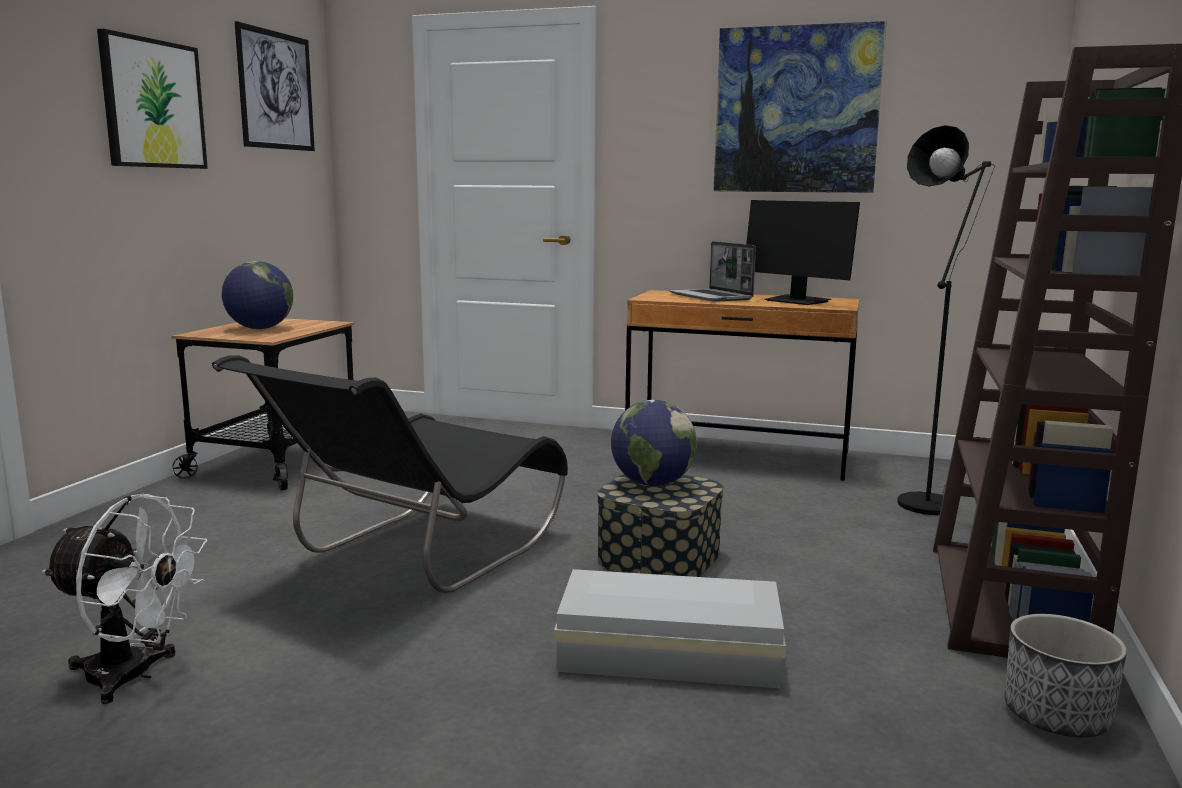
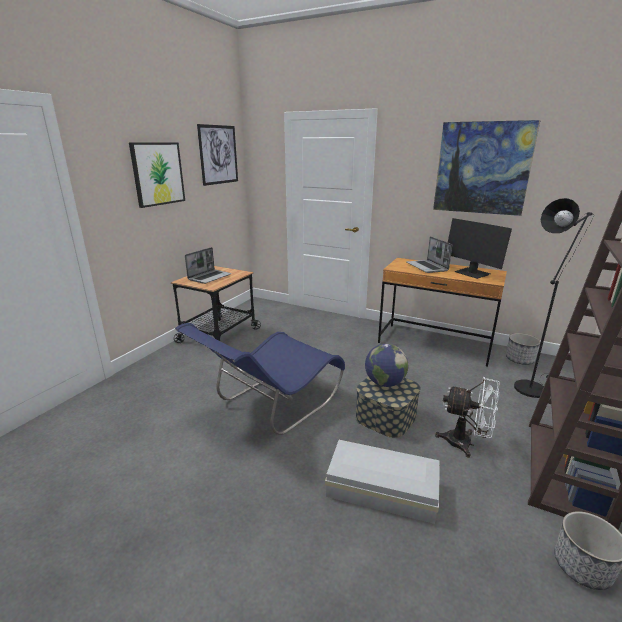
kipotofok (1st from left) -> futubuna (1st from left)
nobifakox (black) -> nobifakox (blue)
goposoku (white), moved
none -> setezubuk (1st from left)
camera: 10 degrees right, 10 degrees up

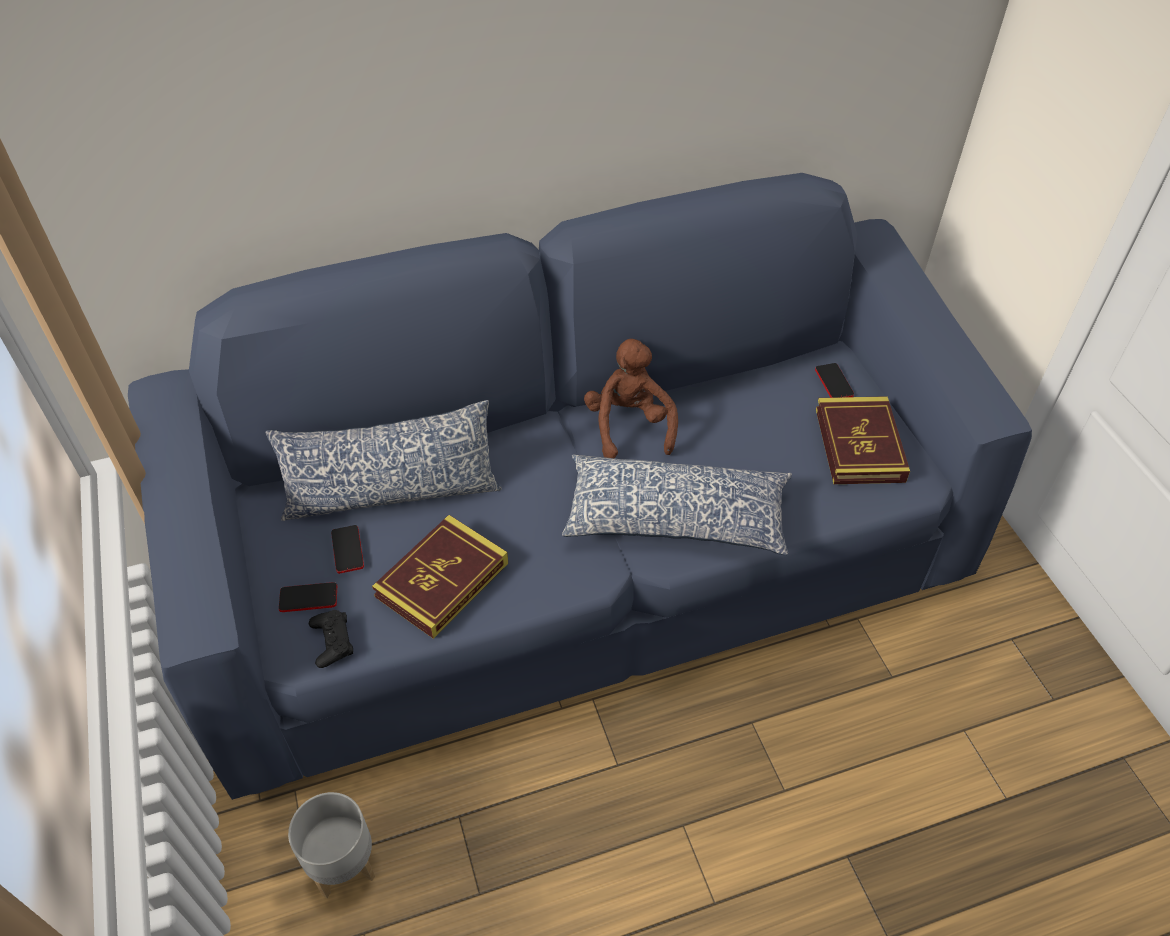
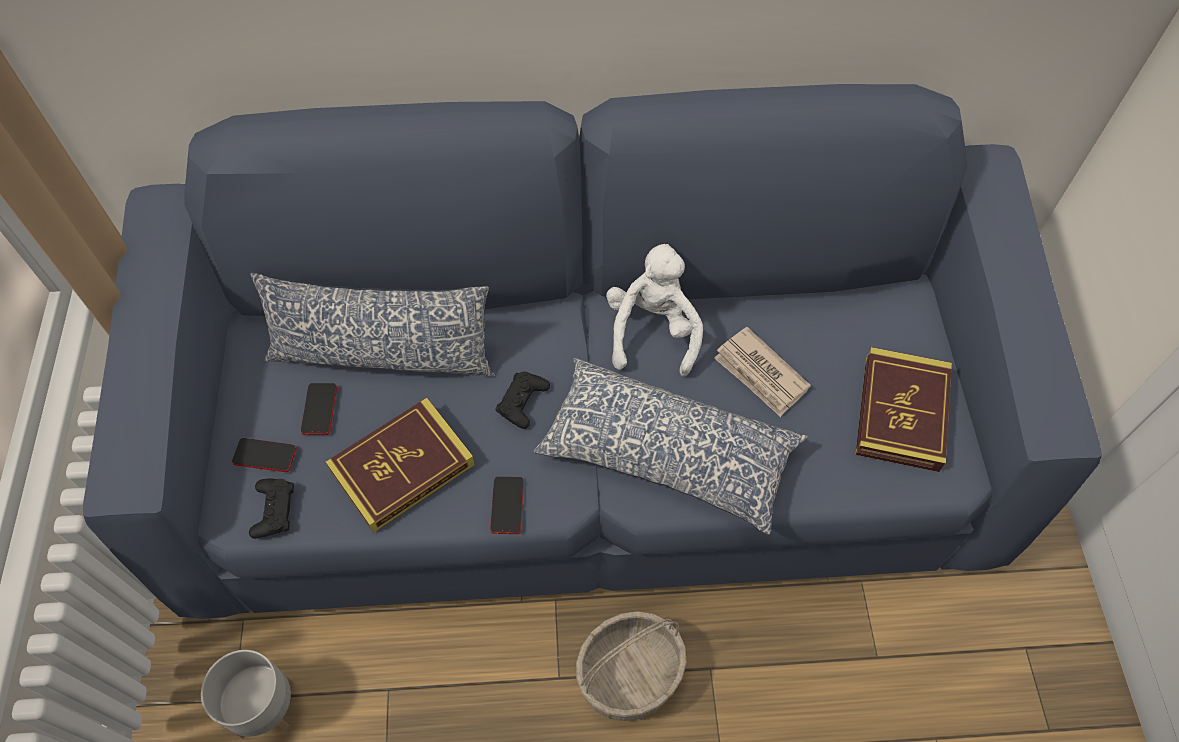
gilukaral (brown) -> gilukaral (white)
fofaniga (3rd from left), moved
none -> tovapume
none -> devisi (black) (2nd from left)
none -> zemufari
camera: 15 degrees right, 10 degrees up

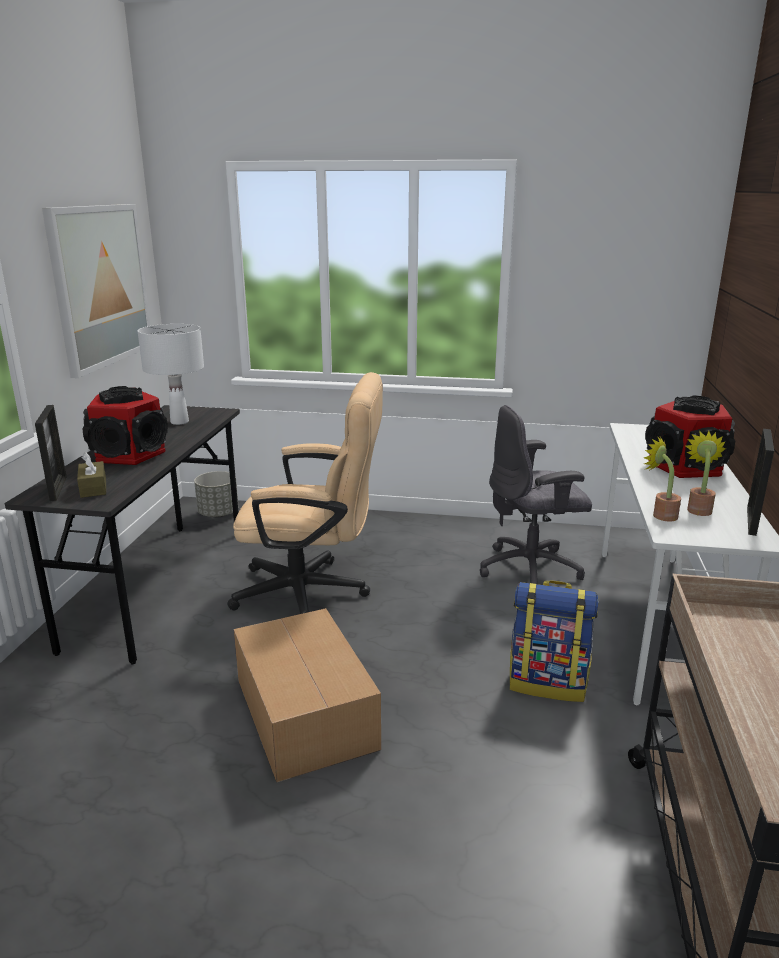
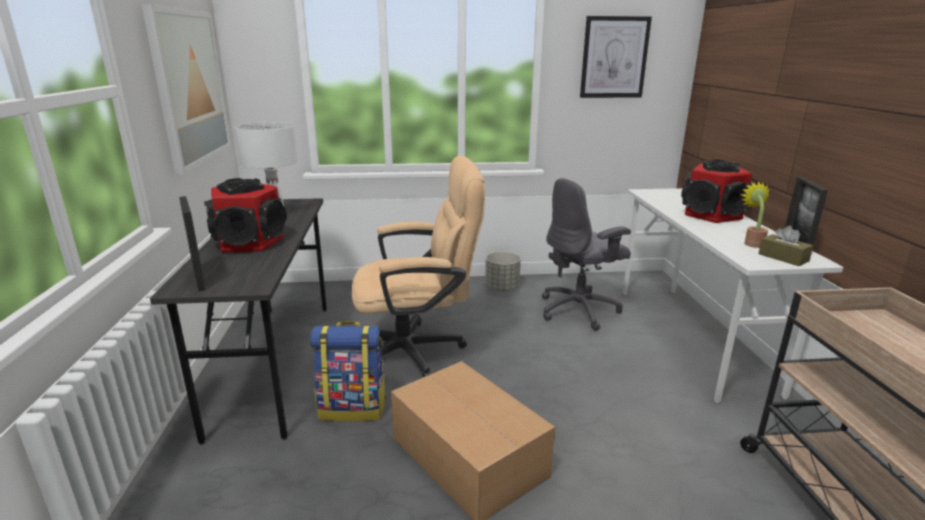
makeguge (1st from left) -> none
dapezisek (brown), moved
setezubuk (grey), moved
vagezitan, moved
none -> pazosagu (2nd from left)
camera: 15 degrees left, 0 degrees up

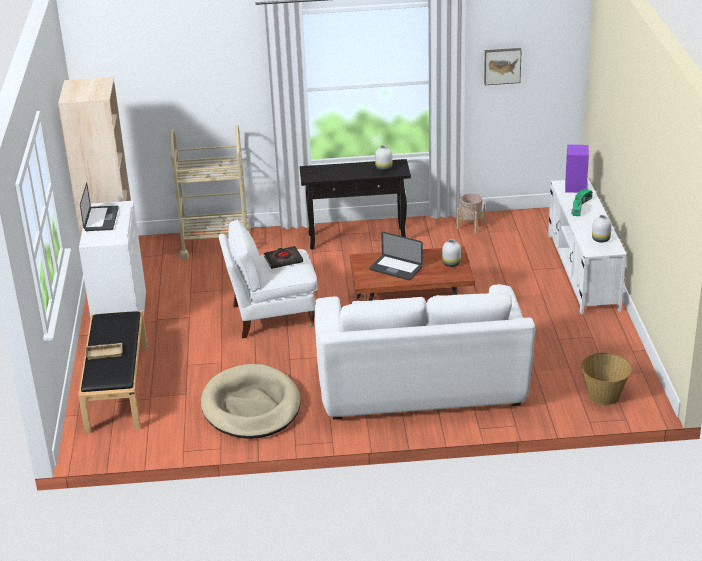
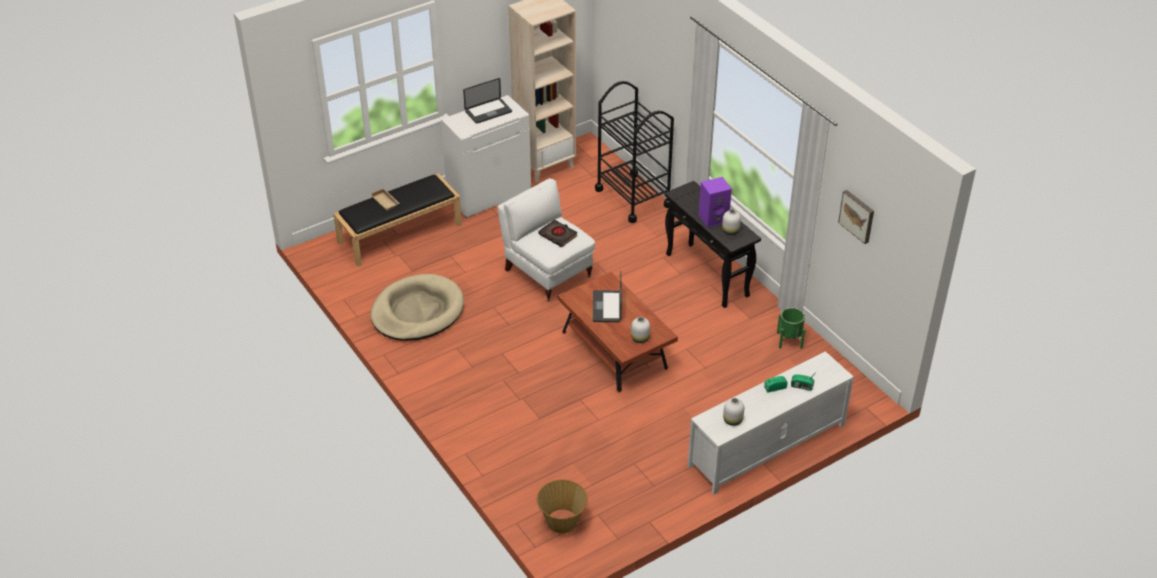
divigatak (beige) -> divigatak (black)
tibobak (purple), moved
setezubuk (beige) -> setezubuk (green)
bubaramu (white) -> none
camera: 60 degrees right, 10 degrees up

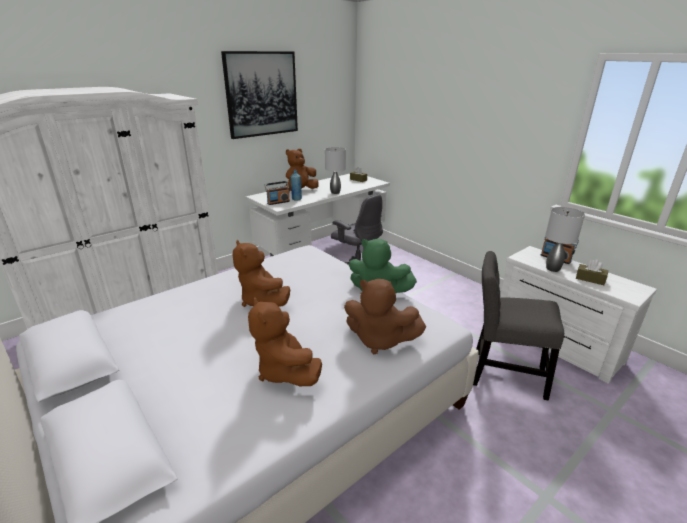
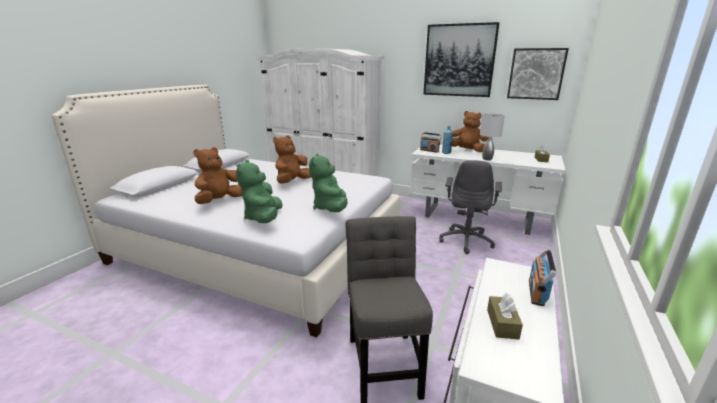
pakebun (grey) (2nd from left) -> none
gilukaral (brown) (4th from left) -> gilukaral (green) (1st from left)
none -> pazosagu (2nd from left)
camera: 65 degrees right, 5 degrees down

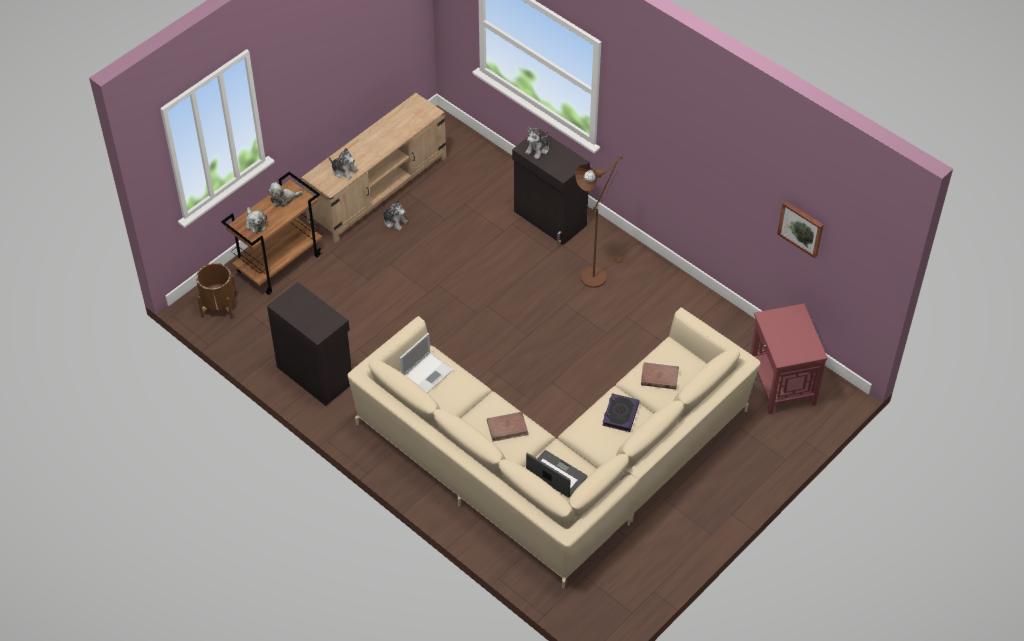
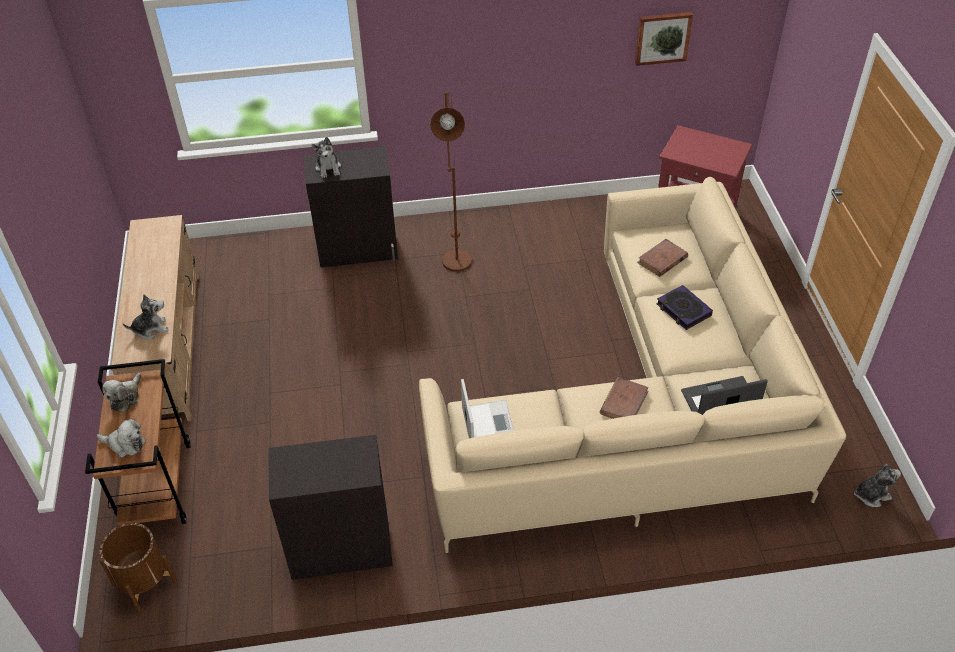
gilukaral (4th from left in the first image) -> gilukaral (5th from left), moved
camera: 50 degrees left, 5 degrees down

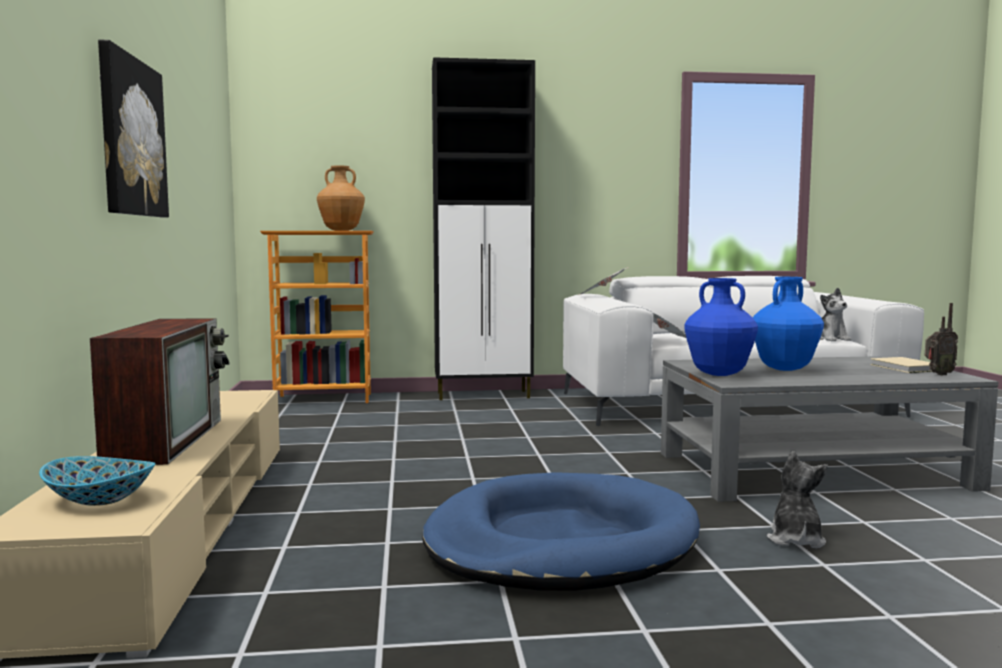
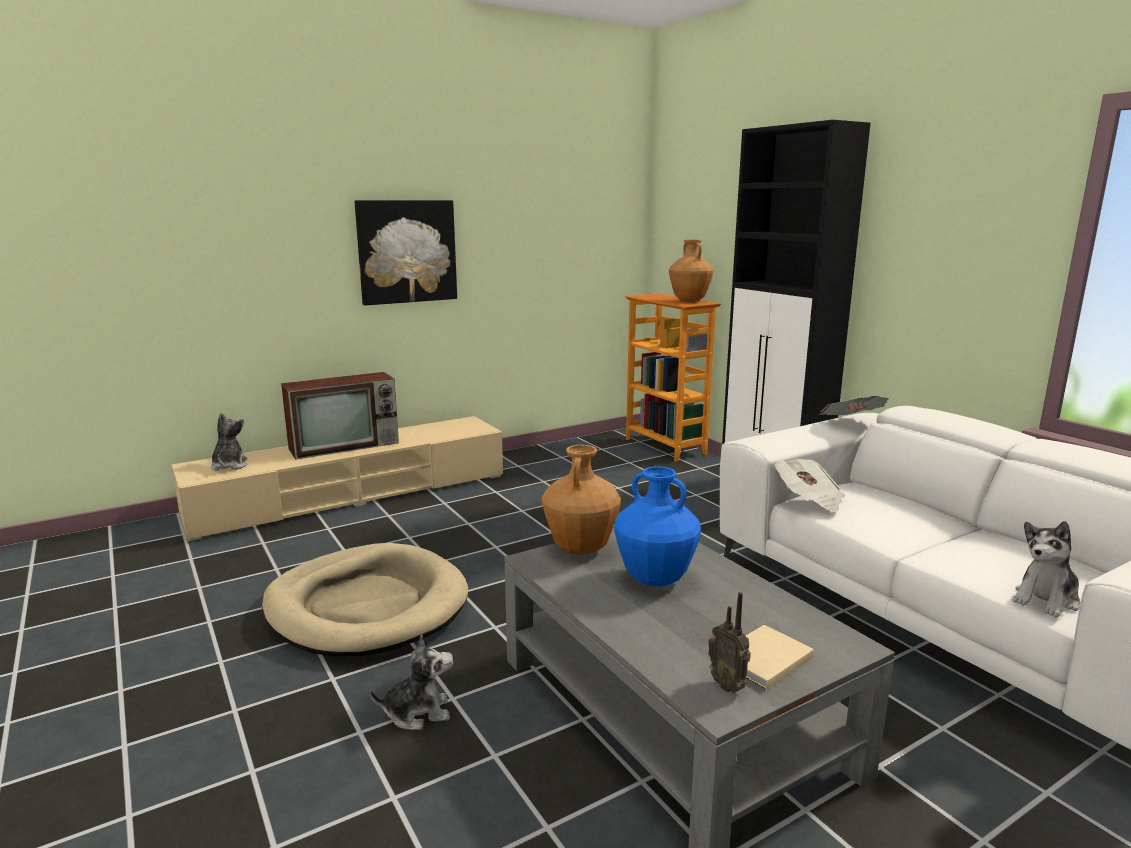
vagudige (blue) (1st from left) -> vagudige (brown) (1st from left)
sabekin -> gilukaral (1st from left)
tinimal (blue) -> tinimal (beige)
camera: 65 degrees right, 10 degrees up

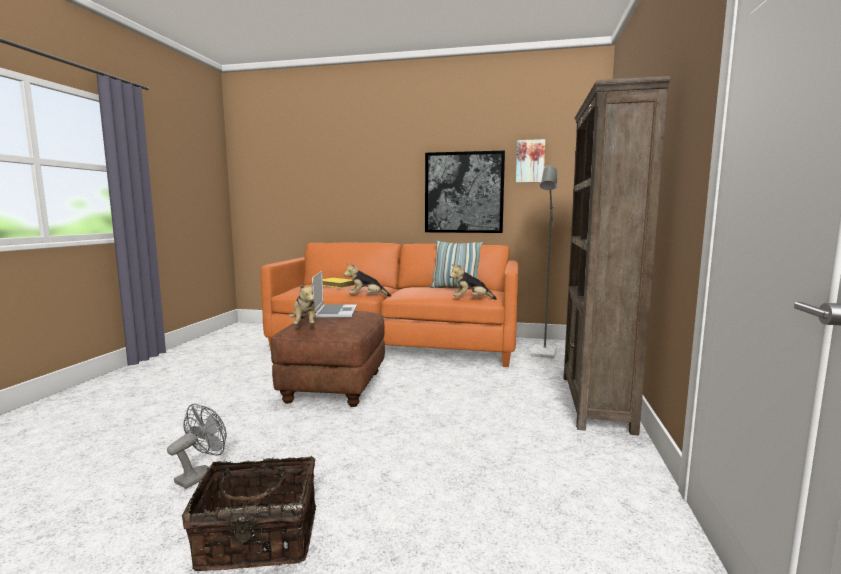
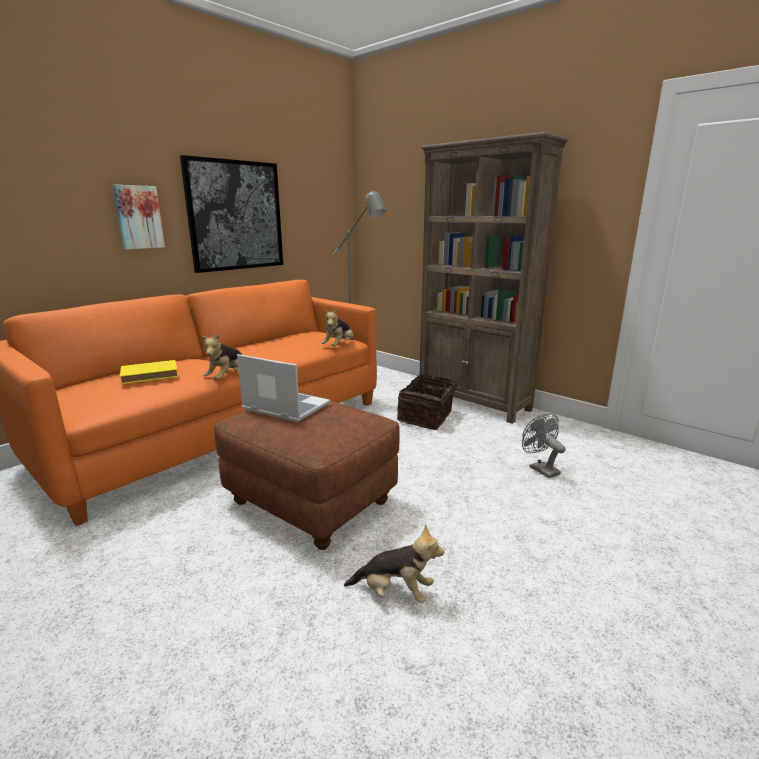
pazosagu (2nd from left in the first image) -> pazosagu (1st from left), moved
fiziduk -> none
gilukaral (1st from left in the first image) -> gilukaral (3rd from left), moved
goposoku (grey), moved
zemufari, moved
camera: 60 degrees left, 10 degrees up

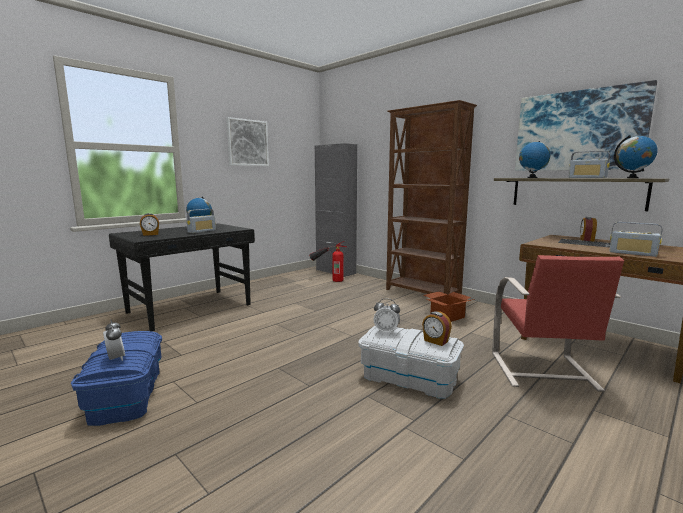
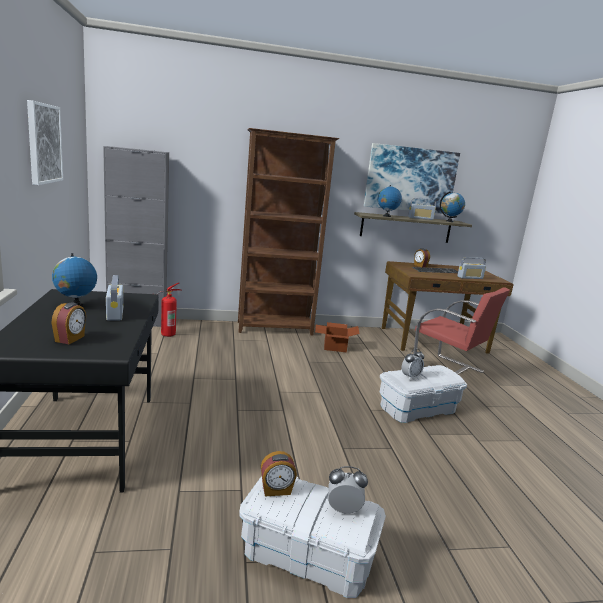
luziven (4th from left in the first image) -> luziven (2nd from left), moved
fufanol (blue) -> fufanol (white) (1st from left)
camera: 55 degrees left, 5 degrees up

